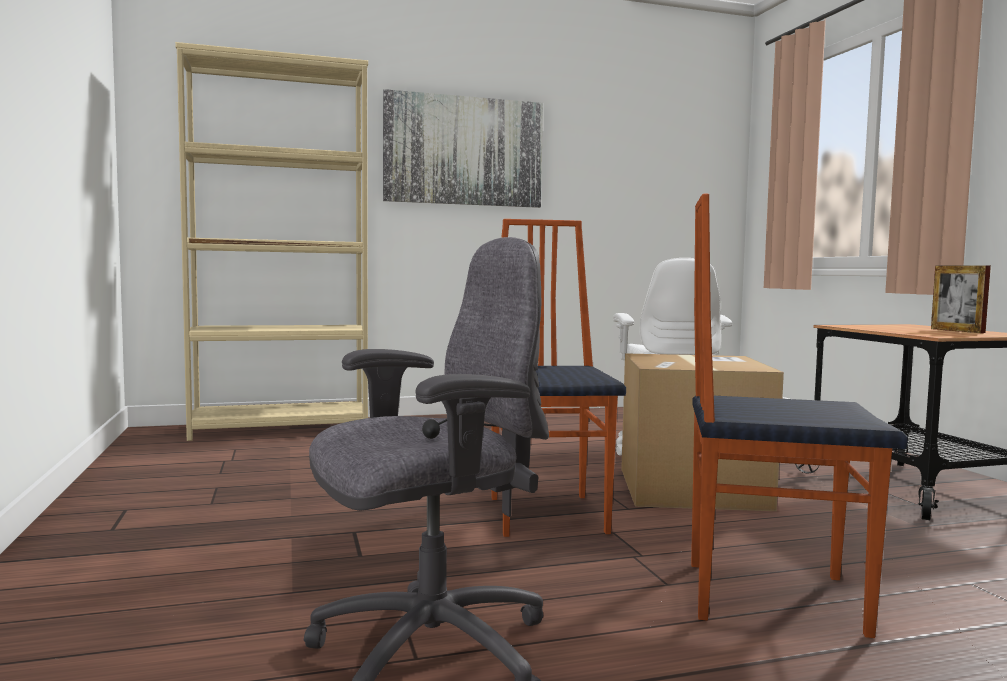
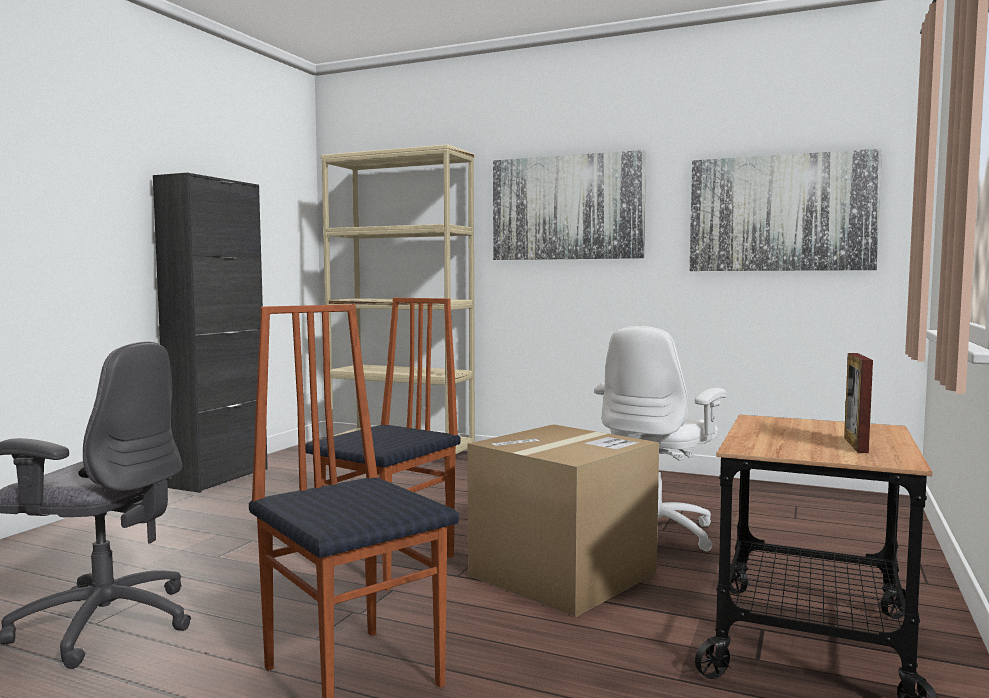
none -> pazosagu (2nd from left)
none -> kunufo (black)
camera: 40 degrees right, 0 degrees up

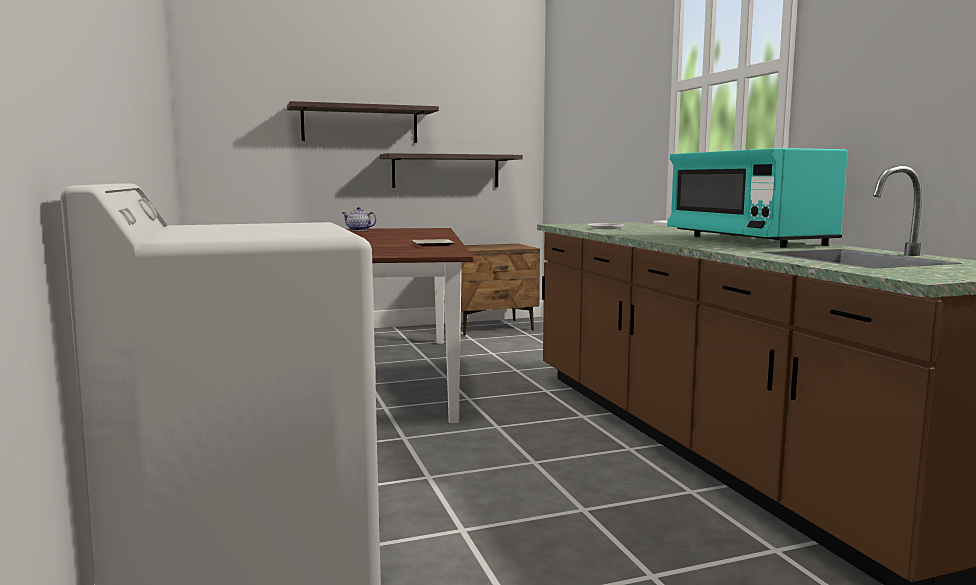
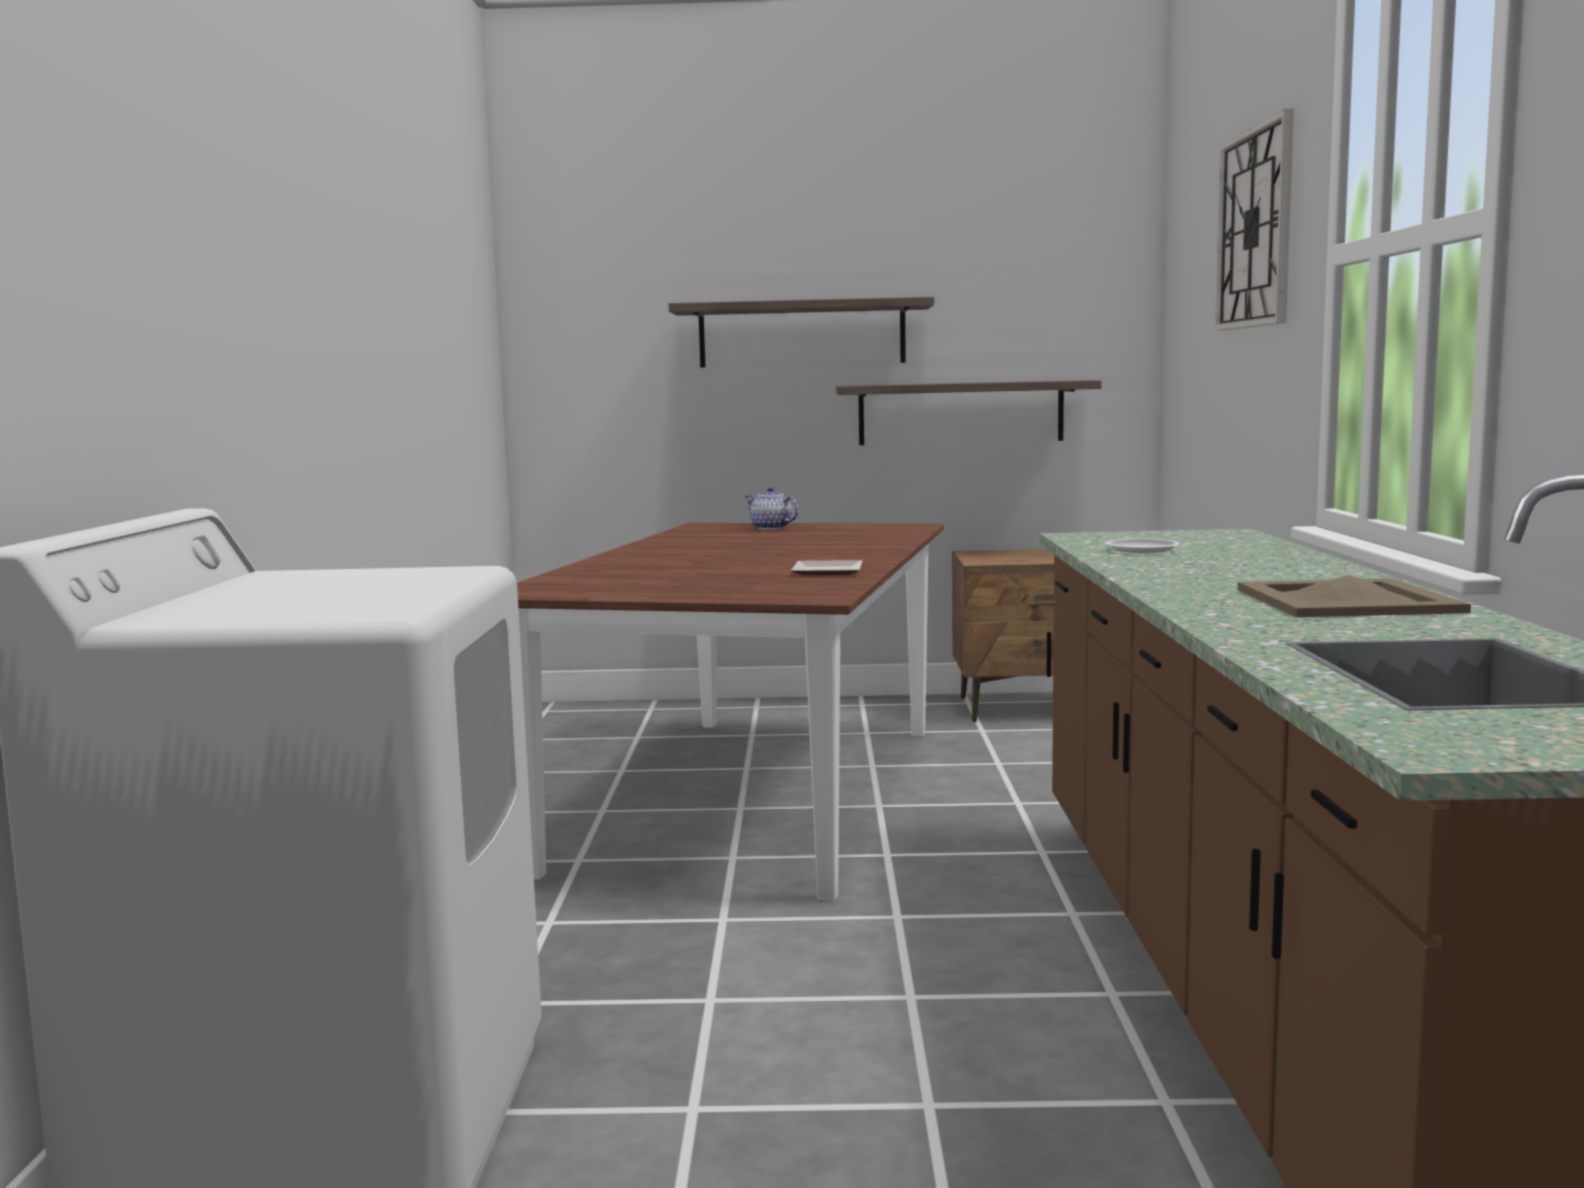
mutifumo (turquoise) -> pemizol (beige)
none -> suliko
camera: 20 degrees right, 0 degrees up

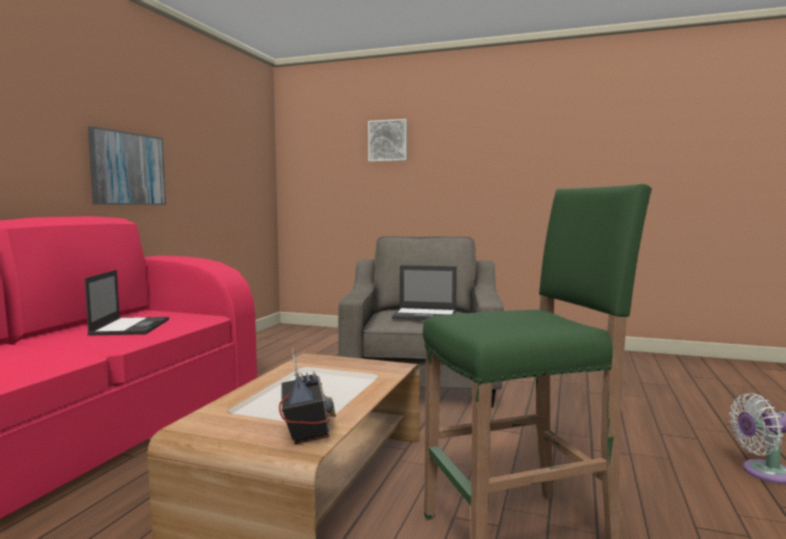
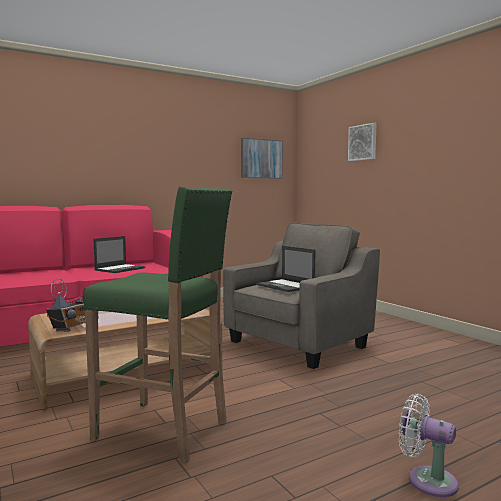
pazosagu (1st from left), moved
camera: 40 degrees right, 0 degrees up

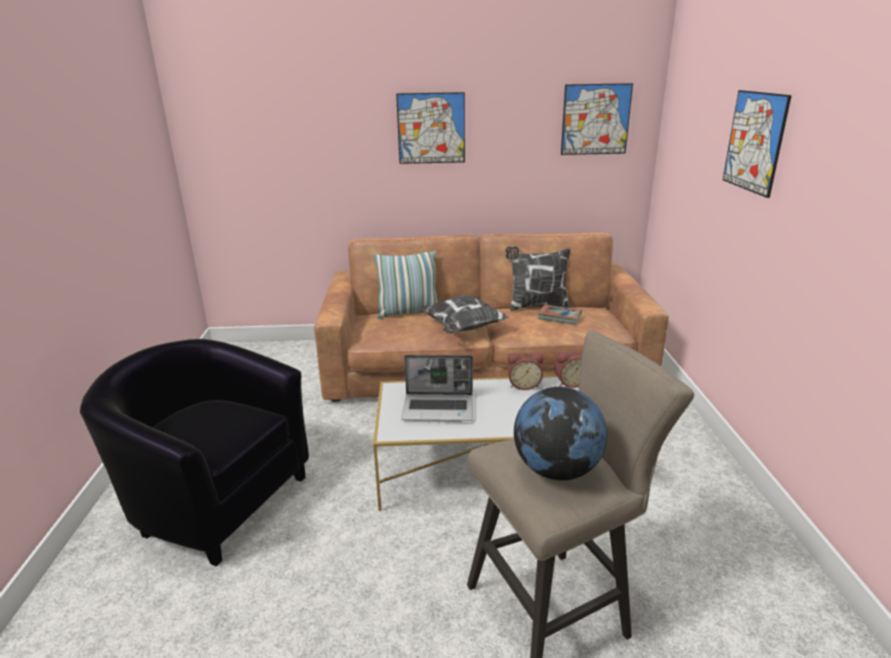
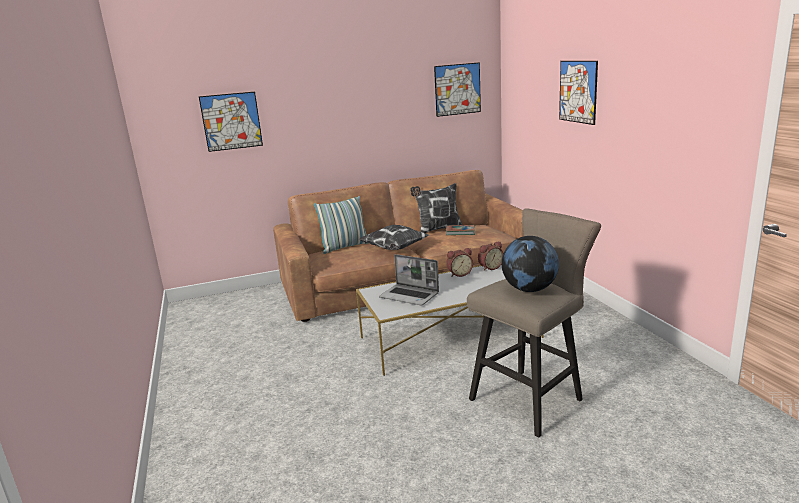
pazosagu (1st from left), moved
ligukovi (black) -> none
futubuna, 45 degrees clockwise
camera: 15 degrees left, 5 degrees down

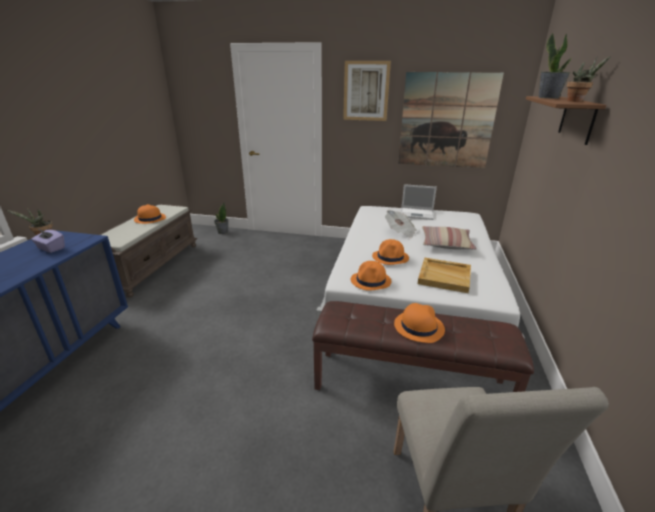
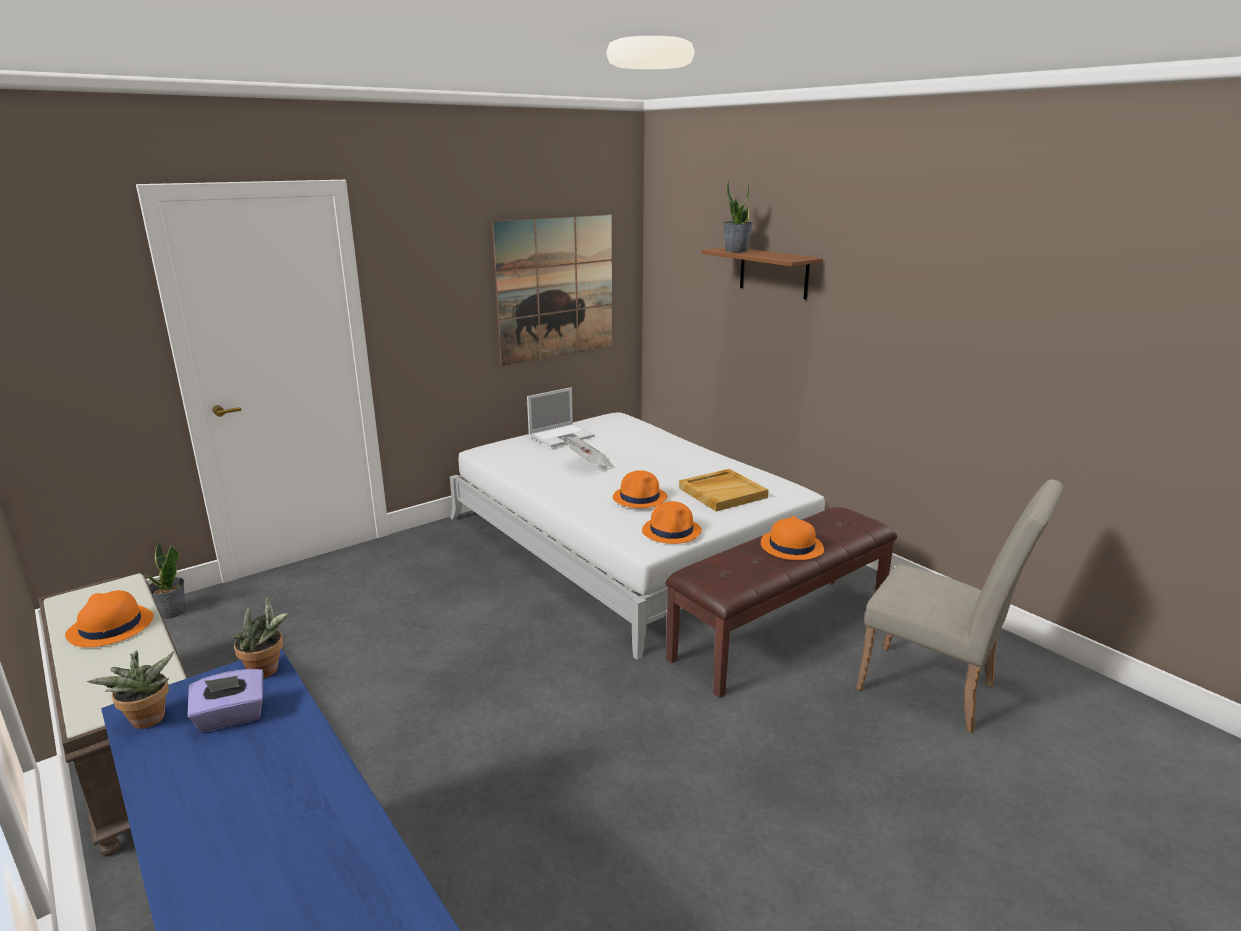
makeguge (4th from left in the first image) -> makeguge (3rd from left), moved
pazosagu (1st from left) -> none
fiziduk -> none
camera: 50 degrees left, 5 degrees down

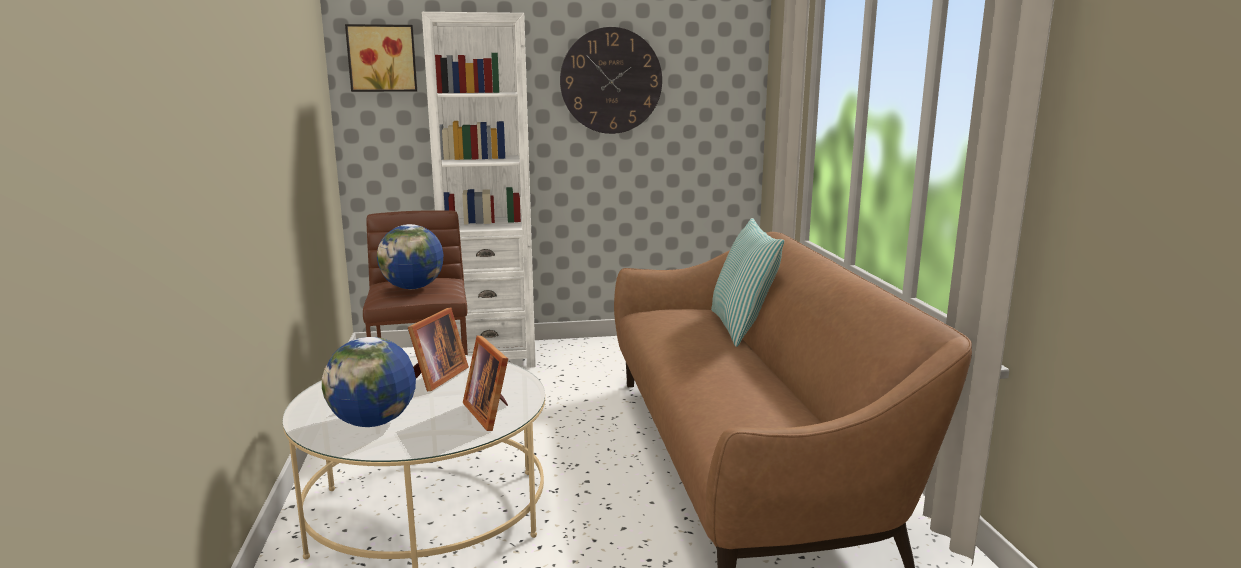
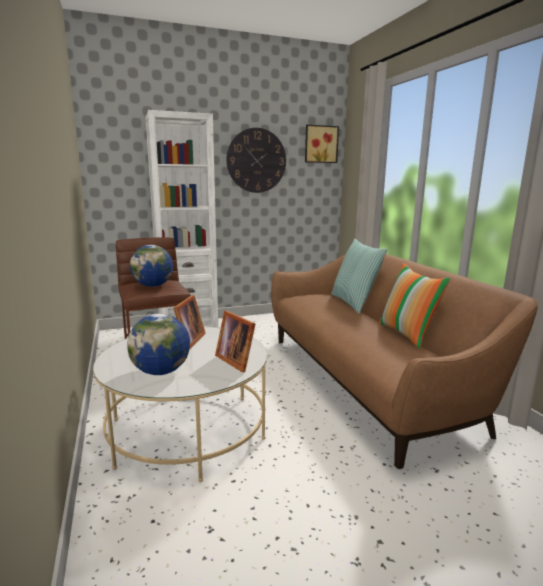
pazosagu, moved
none -> fiziduk (2nd from left)
camera: 10 degrees left, 0 degrees up

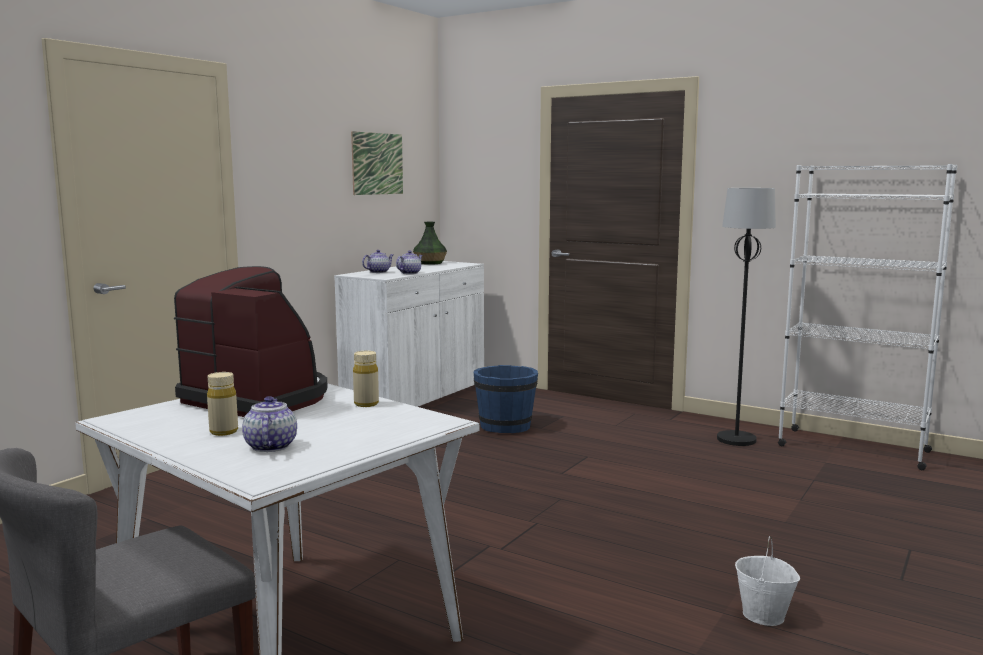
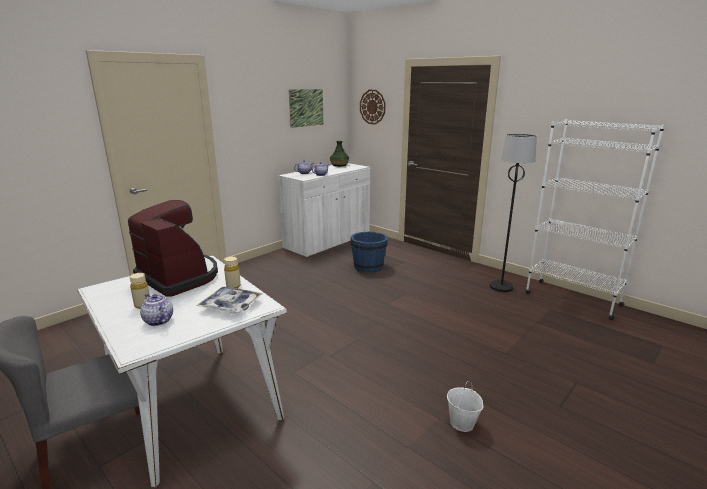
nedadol (1st from left), 45 degrees counterclockwise
none -> suliko
none -> pemizol
camera: 10 degrees right, 10 degrees up

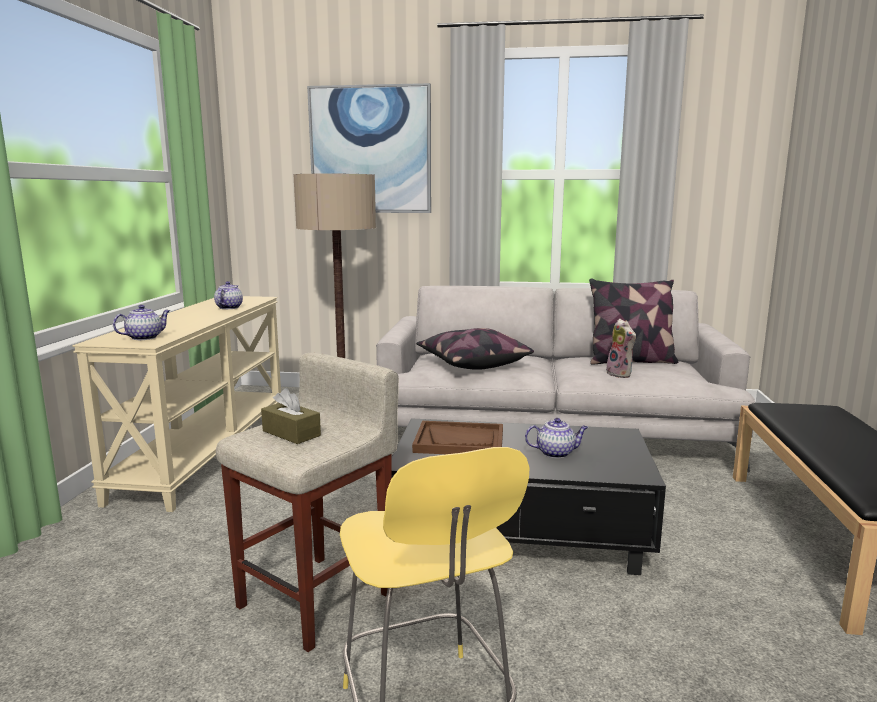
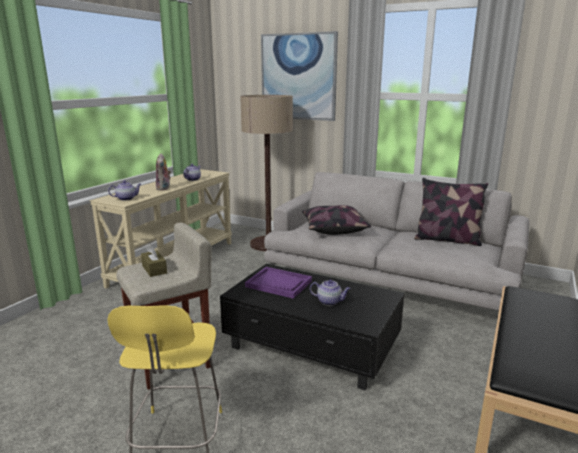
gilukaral, moved
pemizol (brown) -> pemizol (purple)
camera: 20 degrees right, 5 degrees up

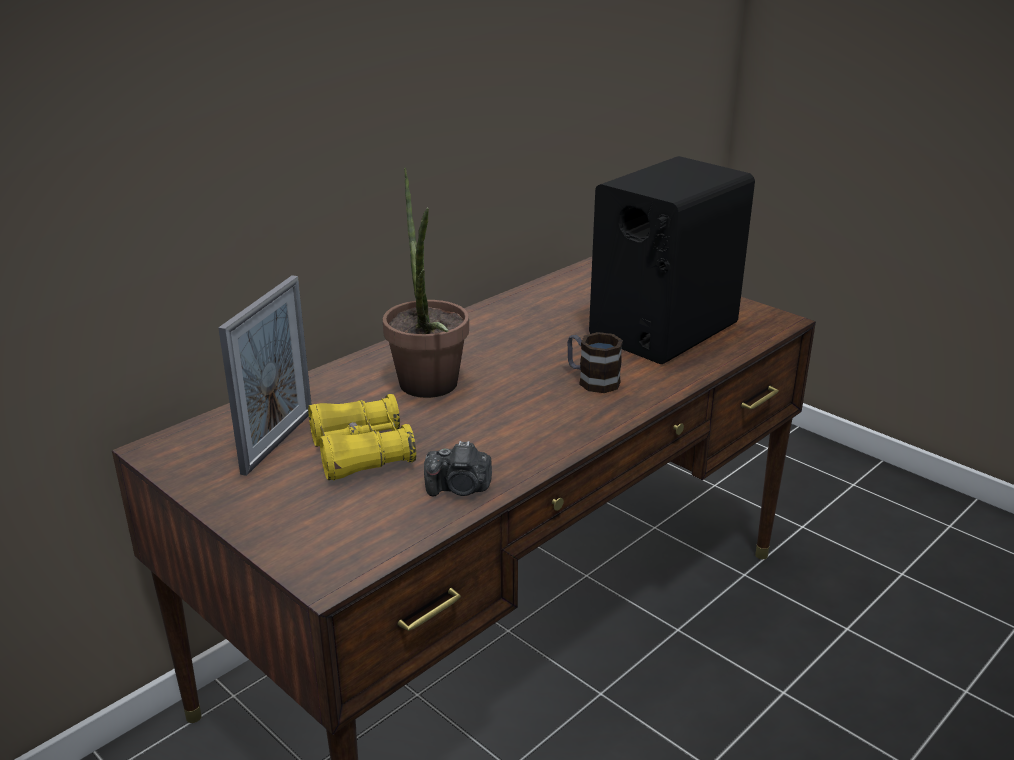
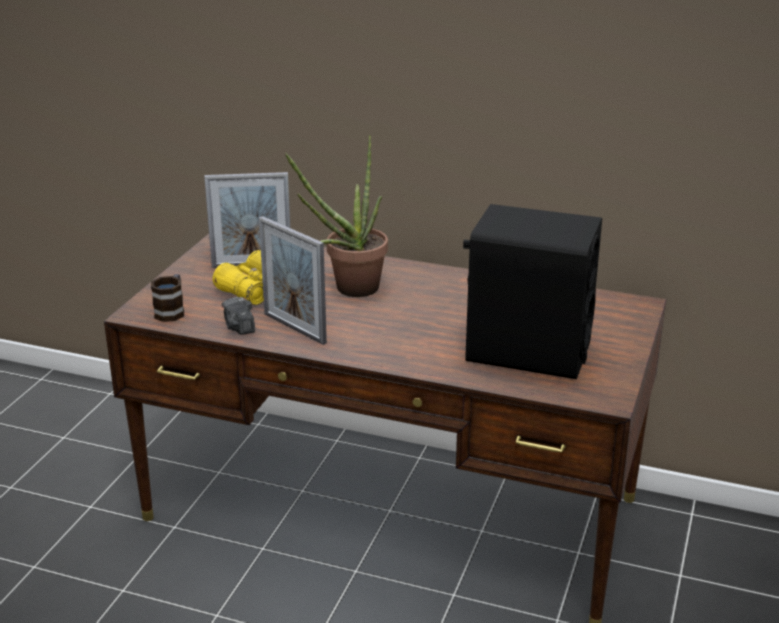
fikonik, moved
none -> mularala (2nd from left)
camera: 65 degrees right, 0 degrees up

